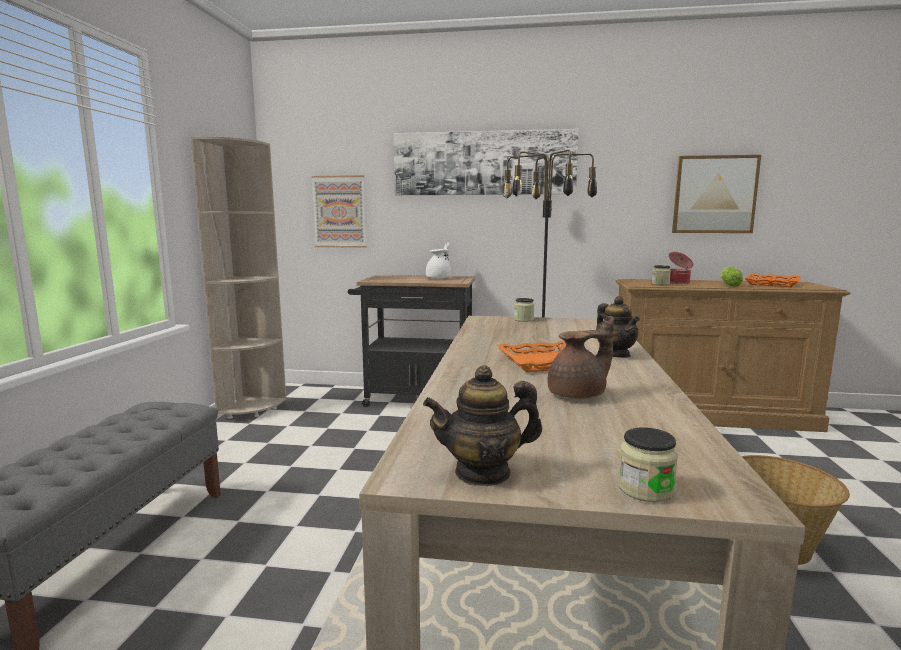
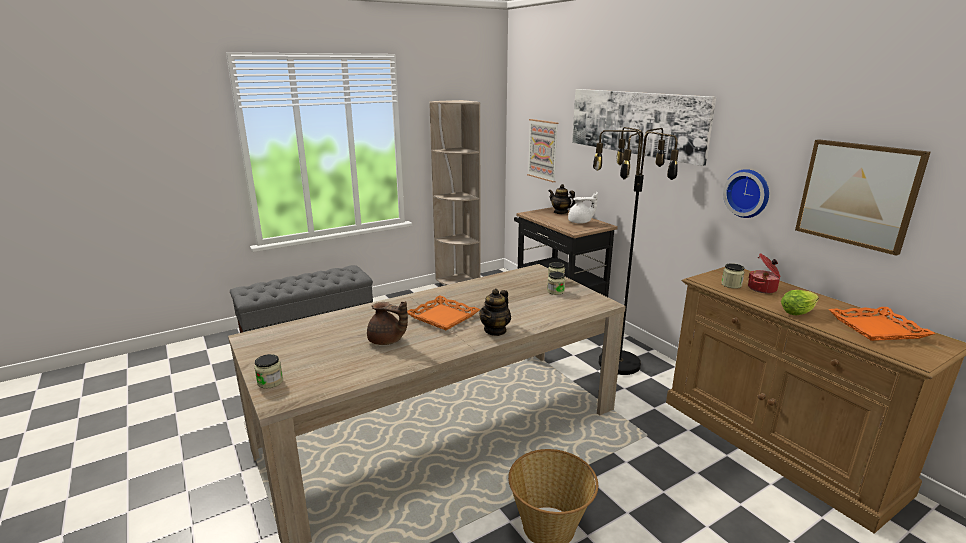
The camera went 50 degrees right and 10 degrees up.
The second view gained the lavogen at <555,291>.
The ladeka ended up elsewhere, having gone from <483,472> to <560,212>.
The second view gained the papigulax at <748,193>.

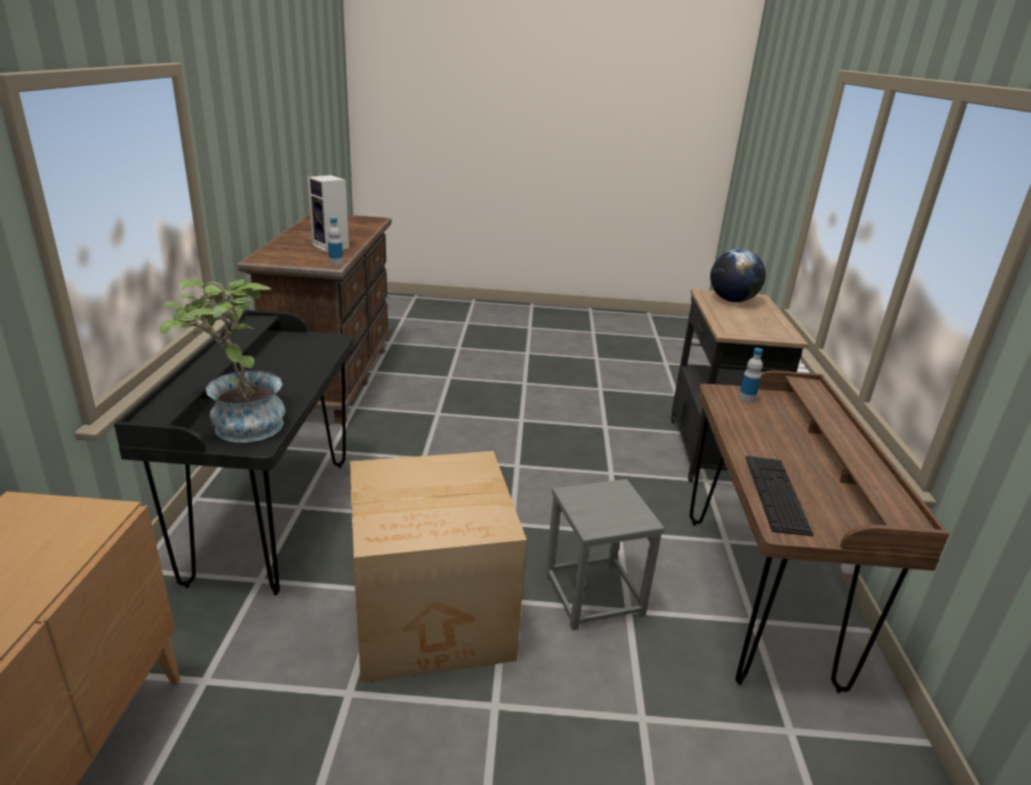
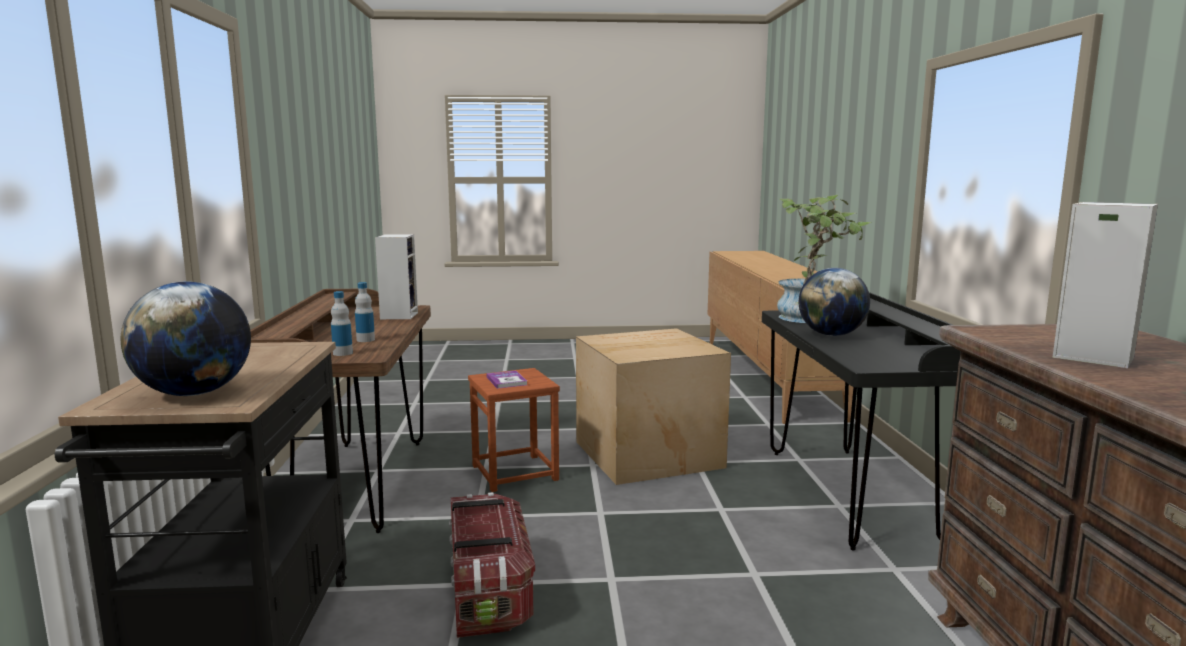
The camera went 175 degrees right and 15 degrees down.
The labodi ended up elsewhere, having gone from <336,263> to <365,340>.
Where the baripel stood at <776,493>, the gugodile came to stand at <398,315>.
The second view gained the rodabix at <488,591>.
What was the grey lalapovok at <593,595> turned into the brown lalapovok at <515,472>.
The second view gained the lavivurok at <506,381>.
The second view gained the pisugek at <831,335>.

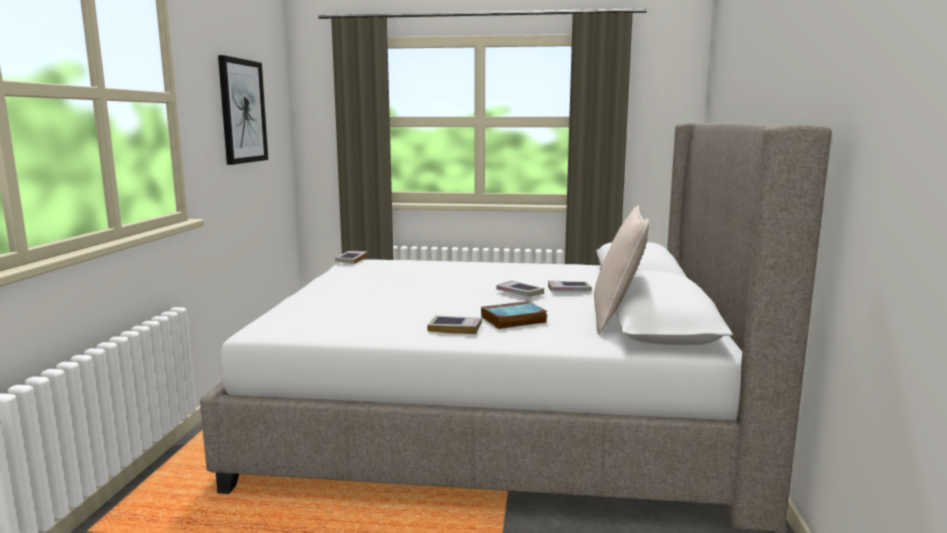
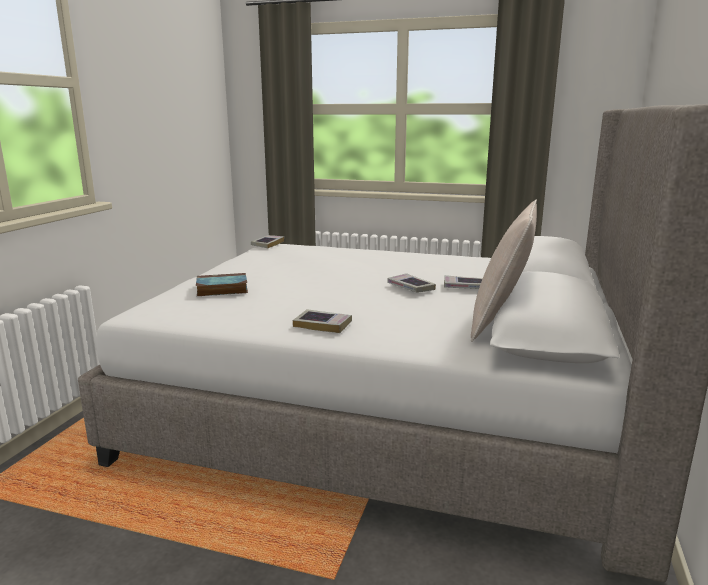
The camera went 10 degrees right and 5 degrees up.
The lavivurok ended up elsewhere, having gone from <512,320> to <221,289>.
The second view lost the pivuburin at <242,111>.

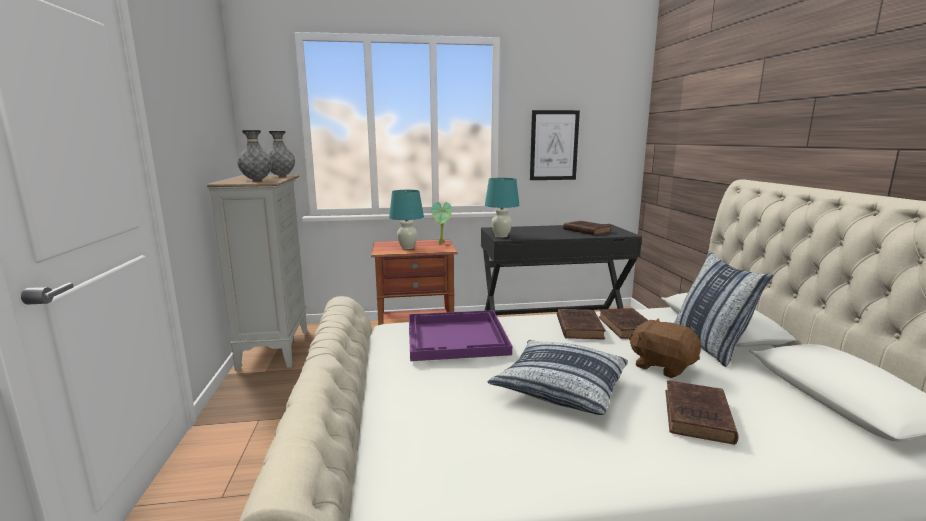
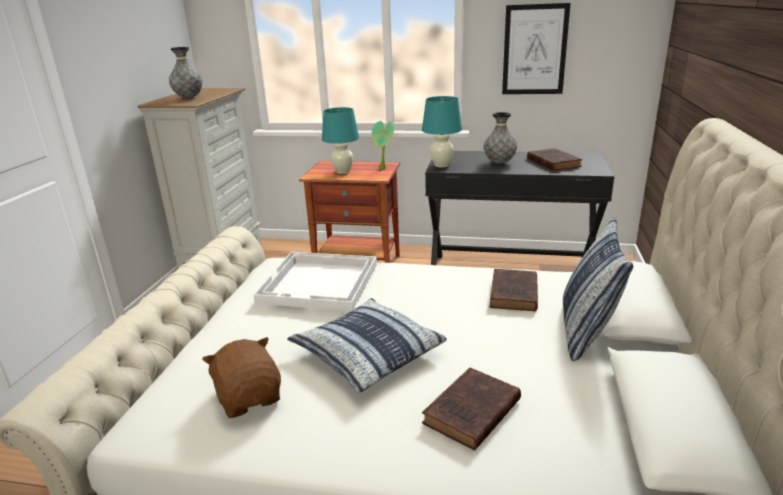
The camera went 20 degrees right and 10 degrees up.
The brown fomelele ended up elsewhere, having gone from <662,366> to <249,398>.
What was the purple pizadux at <457,337> turned into the white pizadux at <320,283>.
The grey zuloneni ended up elsewhere, having gone from <281,176> to <499,163>.
The second view lost the brown lavivurok at <579,327>.

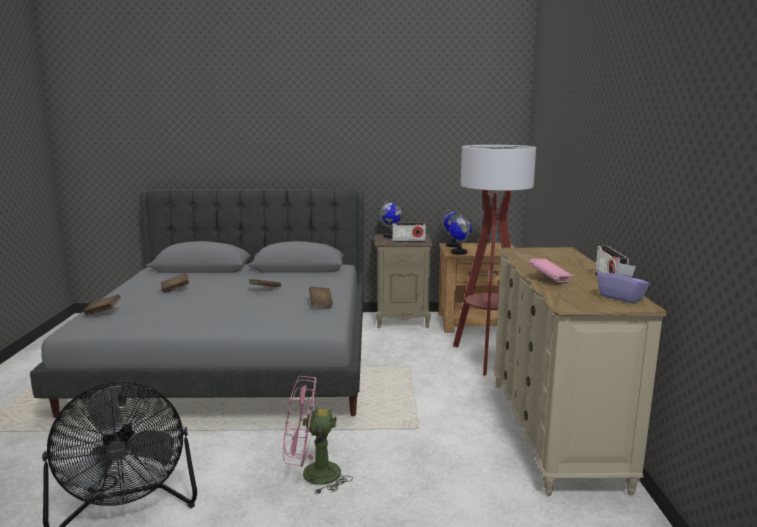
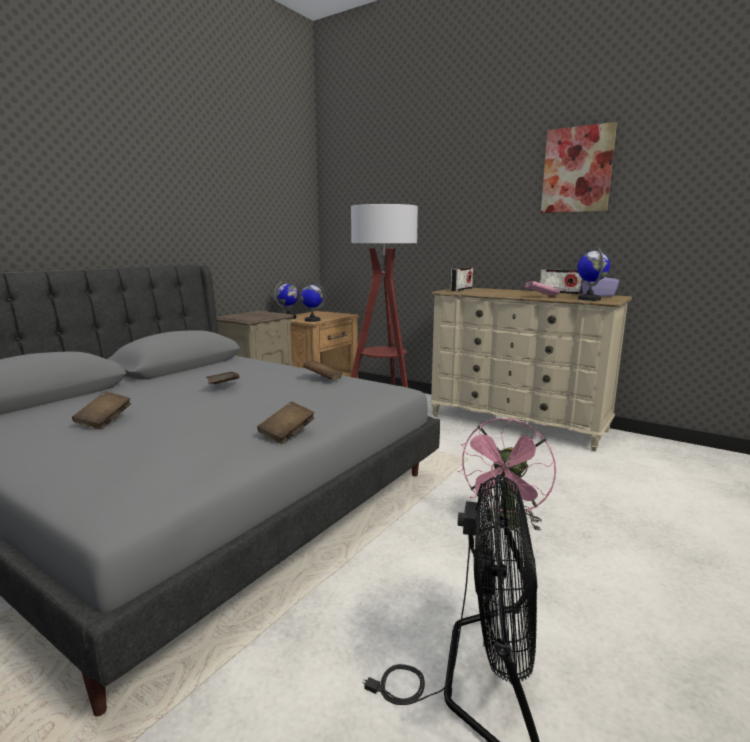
The camera went 55 degrees left and 0 degrees up.
The brown lavivurok ended up elsewhere, having gone from <103,313> to <287,434>.
The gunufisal ended up elsewhere, having gone from <408,242> to <461,289>.
The second view gained the pivuburin at <577,170>.
The pisugek ended up elsewhere, having gone from <391,236> to <589,299>.

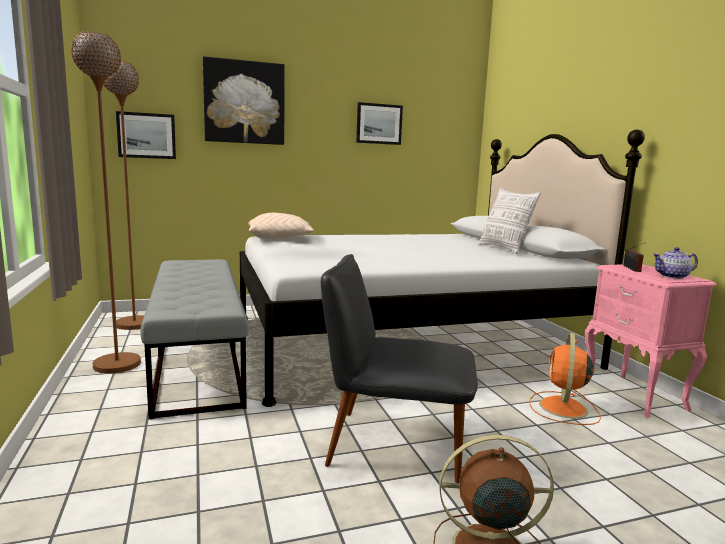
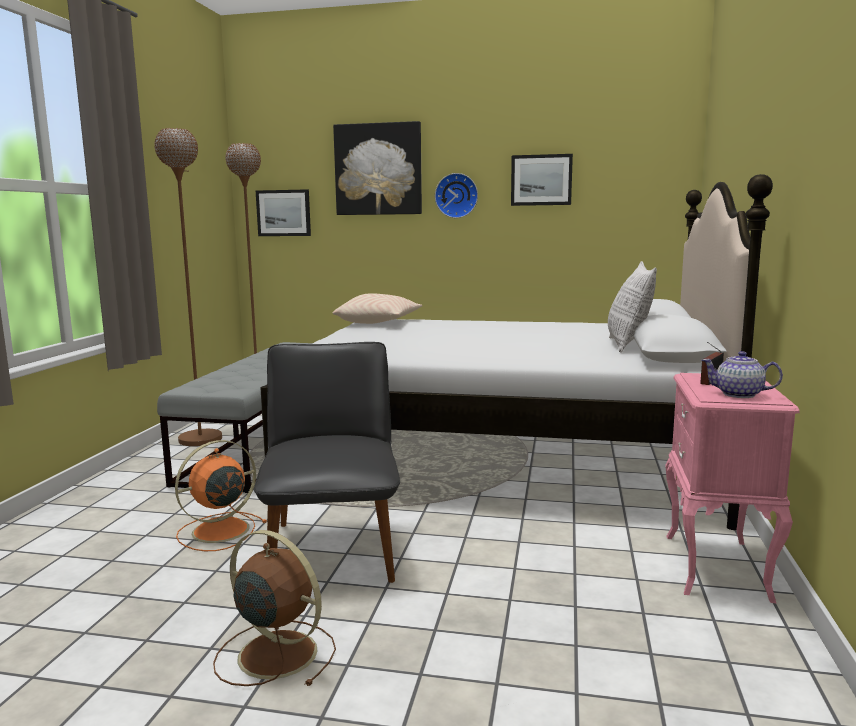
The camera went 30 degrees right and 0 degrees up.
The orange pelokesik ended up elsewhere, having gone from <563,408> to <218,531>.
The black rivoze at <396,444> ended up facing another way, 45 degrees clockwise from before.
The second view gained the papigulax at <456,195>.

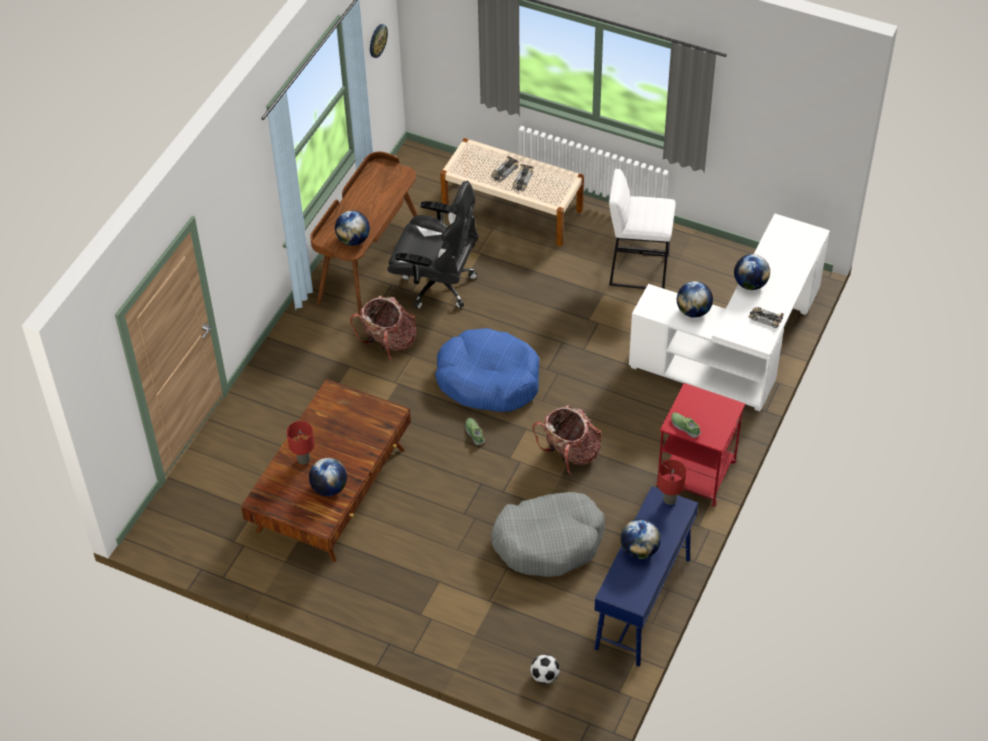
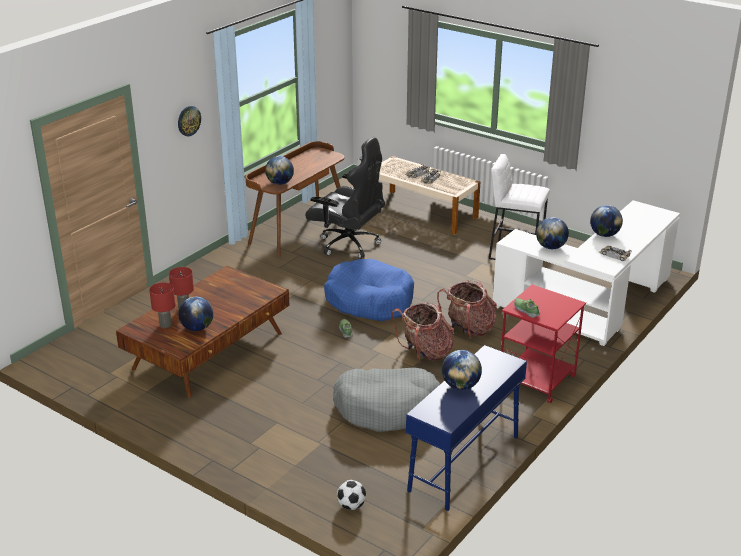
The camera went 10 degrees right and 20 degrees down.
The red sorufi ended up elsewhere, having gone from <670,500> to <166,326>.
The papigulax ended up elsewhere, having gone from <377,40> to <188,120>.
The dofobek ended up elsewhere, having gone from <389,343> to <469,330>.

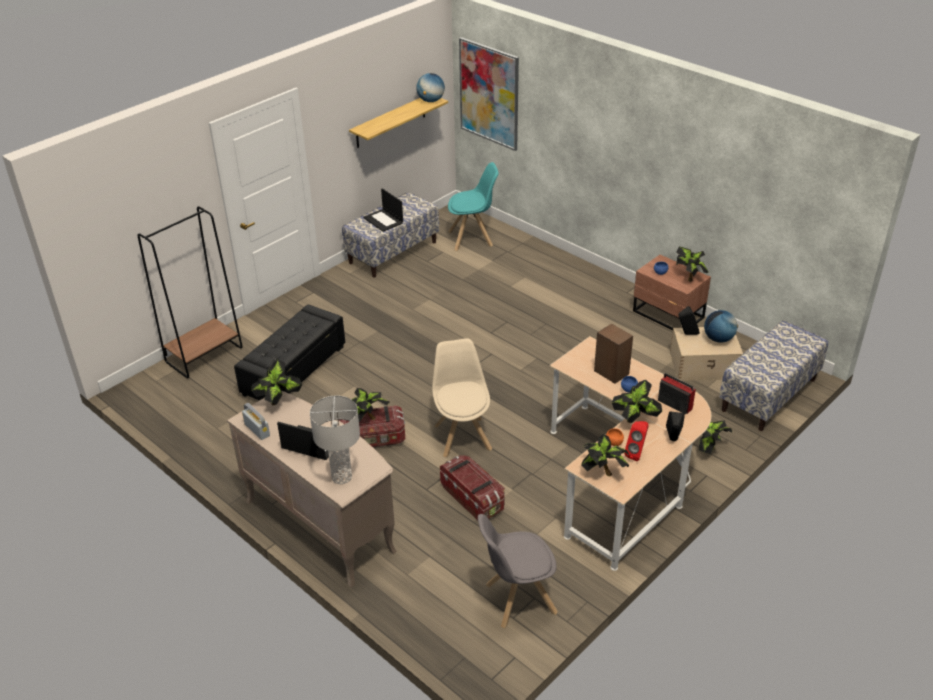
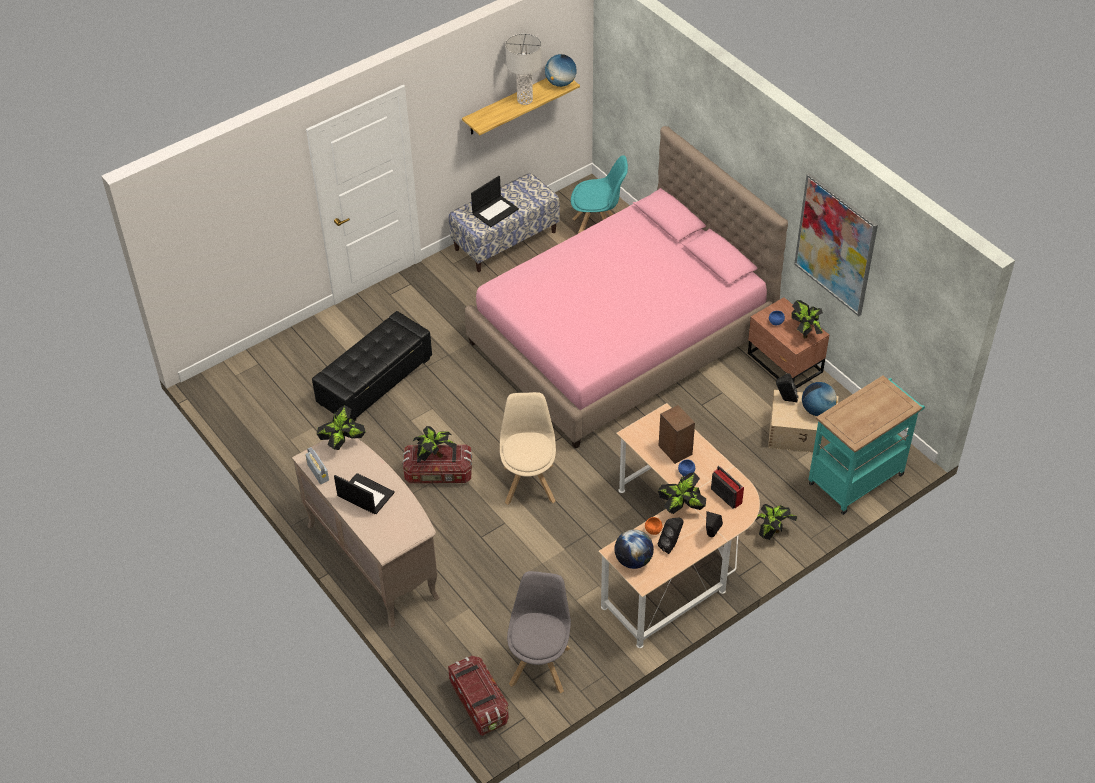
The camera went 10 degrees right and 10 degrees up.
The rodabix ended up elsewhere, having gone from <473,498> to <479,703>.
The second view gained the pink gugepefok at <622,337>.
The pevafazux at <384,220> ended up facing another way, 105 degrees counterclockwise from before.
The white sorufi ended up elsewhere, having gone from <341,477> to <524,100>.
The grey rivoze at <517,599> ended up facing another way, 105 degrees clockwise from before.
Where the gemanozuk stood at <603,472>, the pisugek came to stand at <633,560>.
What was the red gugodile at <636,453> turned into the black gugodile at <671,545>.
The pivuburin ended up elsewhere, having gone from <489,94> to <835,244>.
Where the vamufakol stood at <769,395>, the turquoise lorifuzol came to stand at <858,478>.
The second view lost the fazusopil at <204,356>.

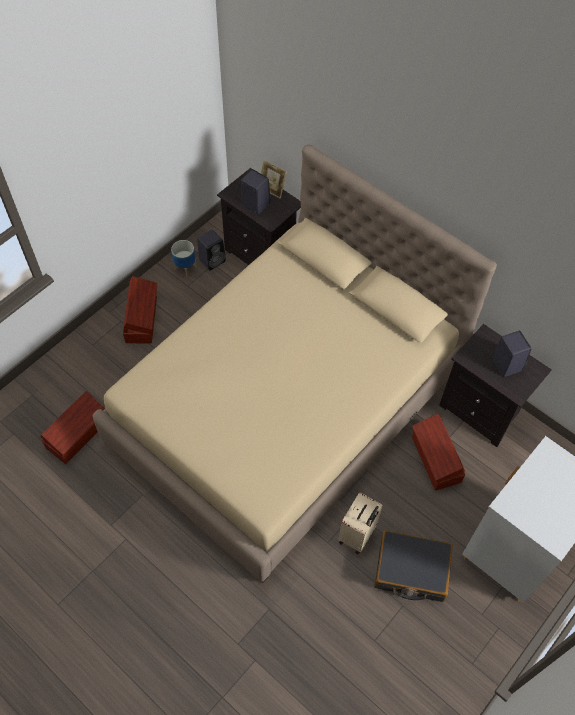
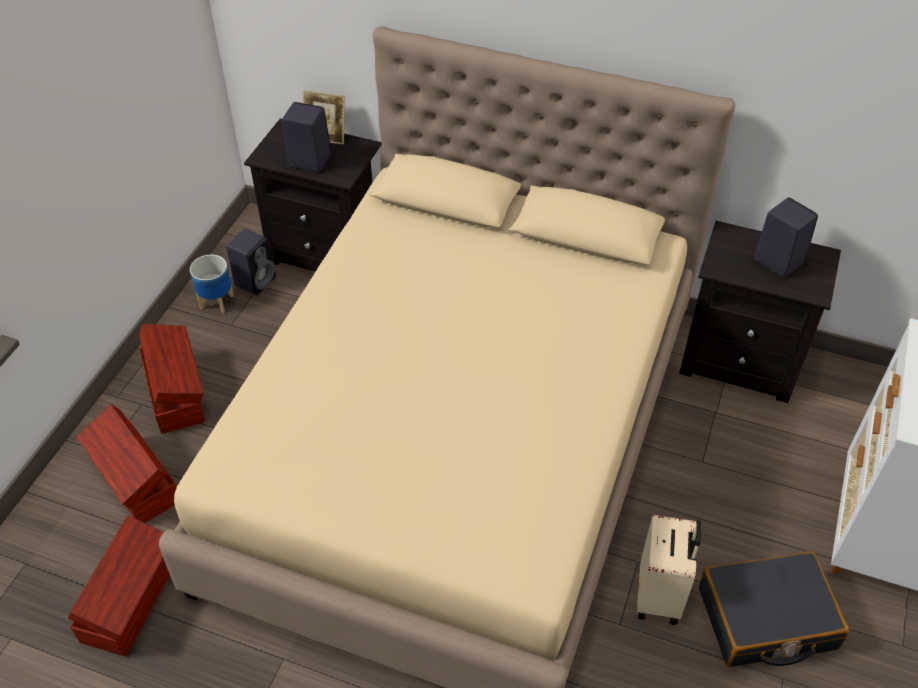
The camera went 20 degrees left and 10 degrees down.
The brown rodabix ended up elsewhere, having gone from <435,460> to <136,481>.

